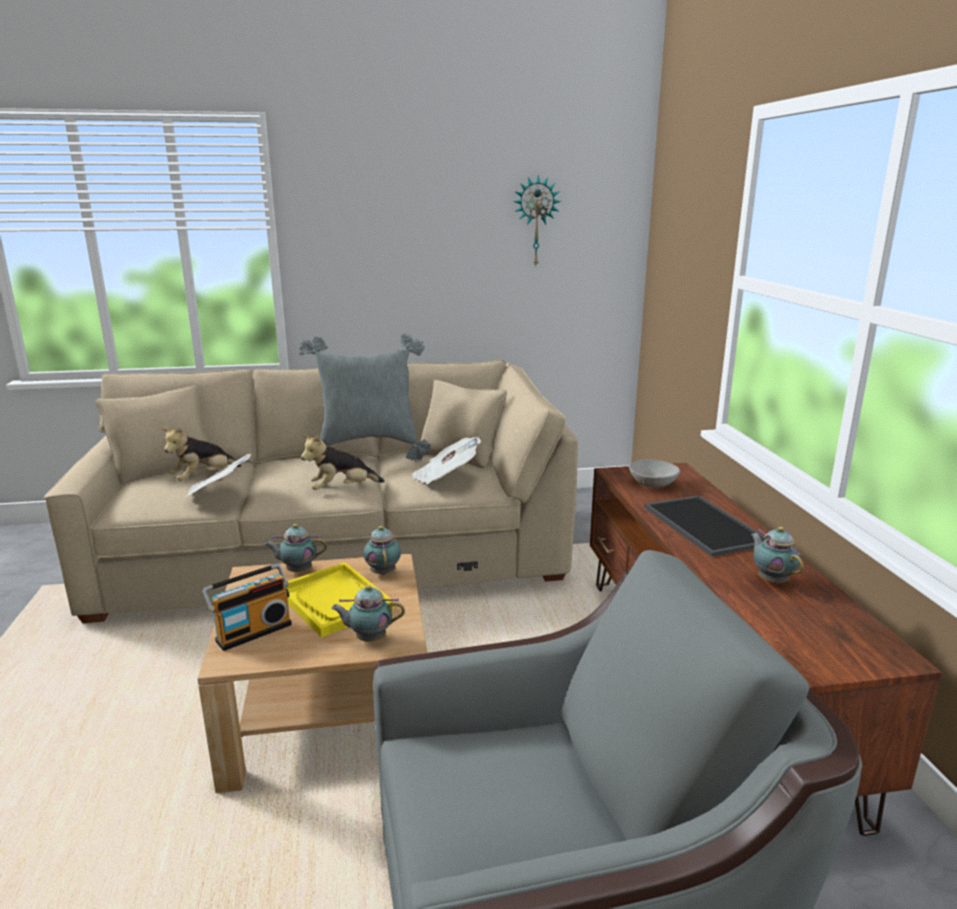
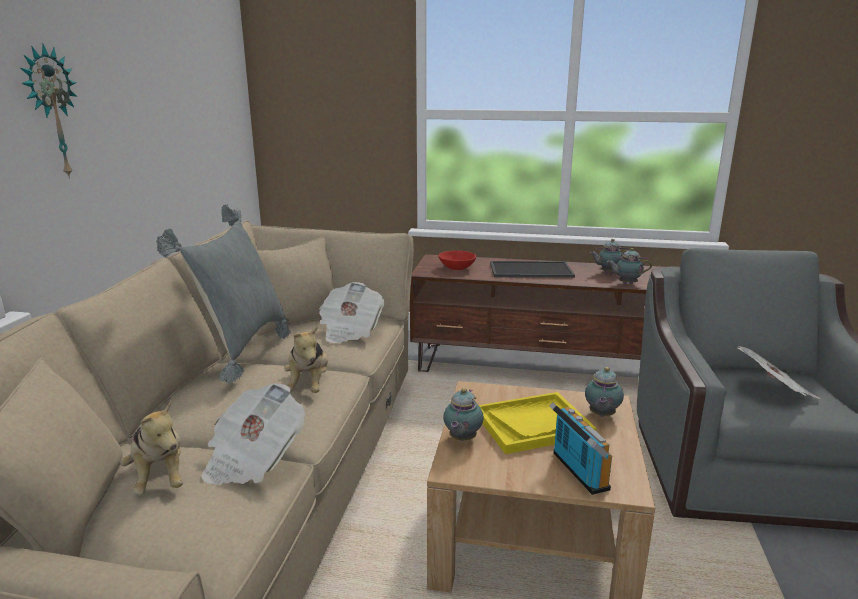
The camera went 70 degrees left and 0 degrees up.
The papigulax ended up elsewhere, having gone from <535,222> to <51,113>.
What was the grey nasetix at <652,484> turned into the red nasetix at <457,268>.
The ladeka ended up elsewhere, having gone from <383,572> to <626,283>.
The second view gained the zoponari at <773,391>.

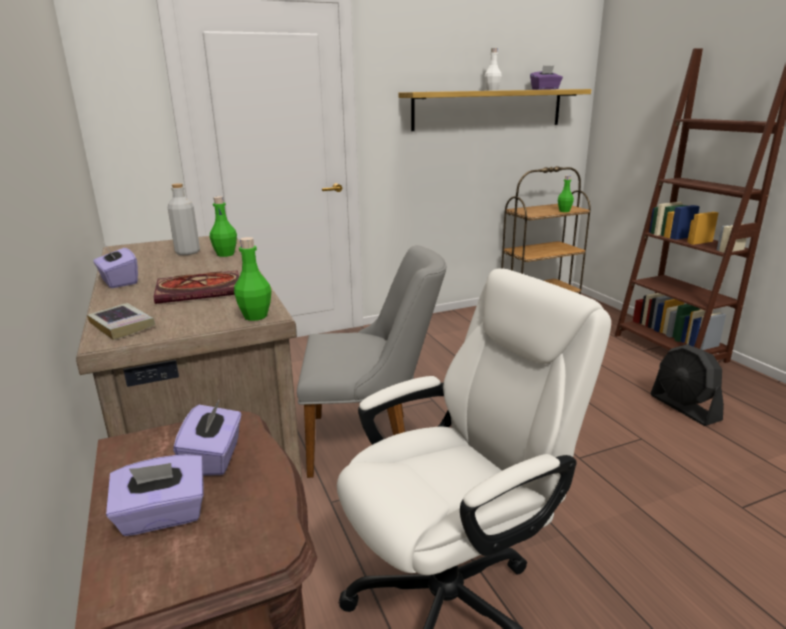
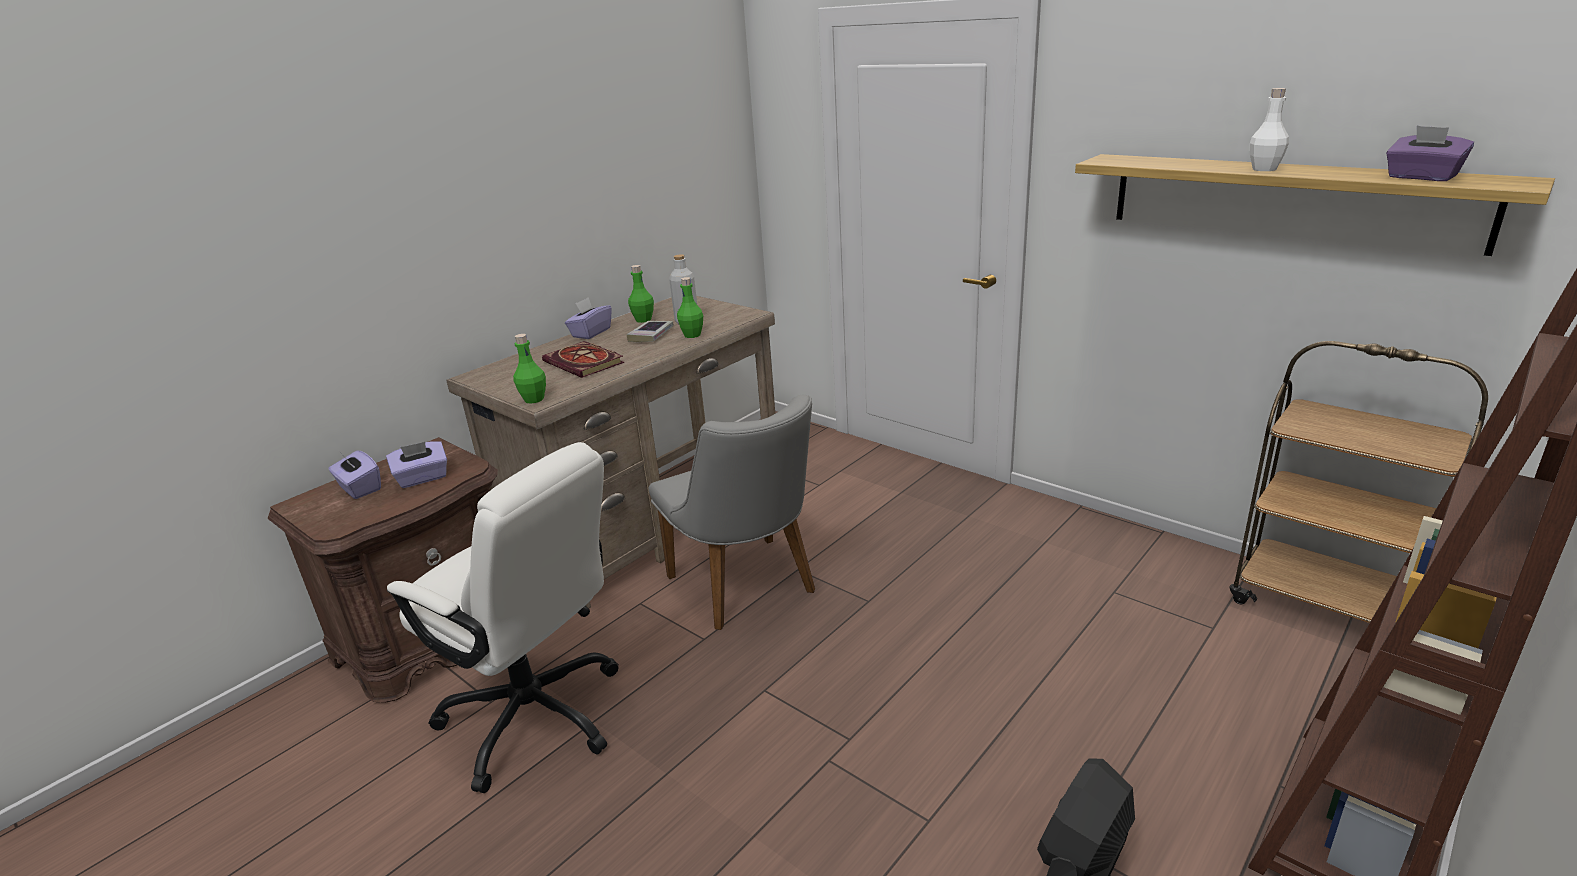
The camera went 65 degrees right and 5 degrees up.
The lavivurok ended up elsewhere, having gone from <122,326> to <651,335>.
The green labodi ended up elsewhere, having gone from <564,211> to <643,320>.

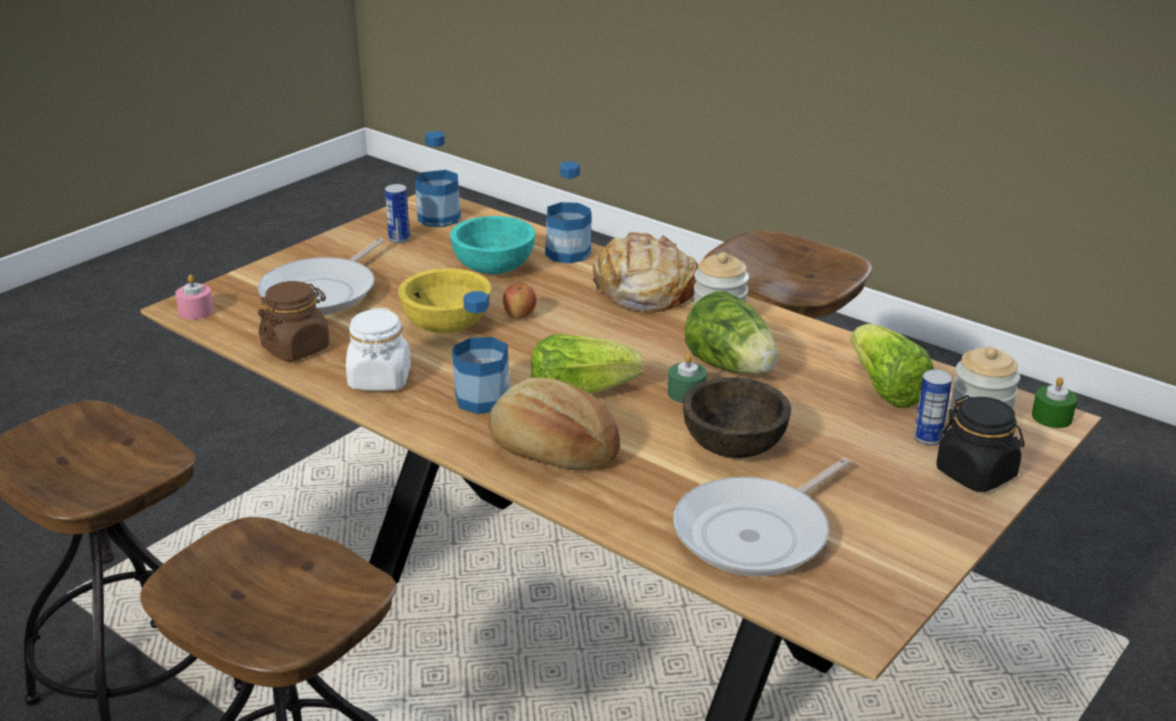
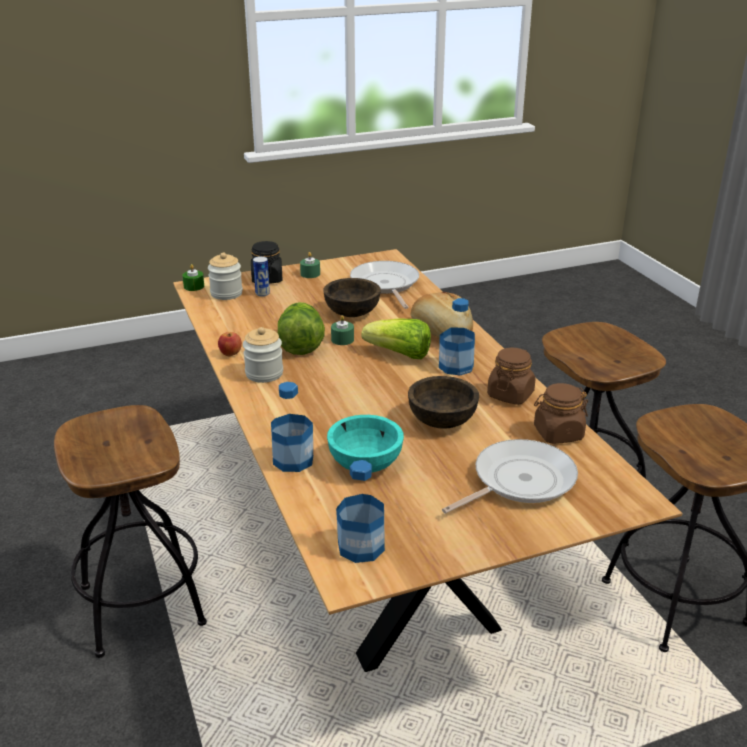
The camera went 150 degrees left and 0 degrees up.
The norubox ended up elsewhere, having gone from <519,315> to <230,354>.
The second view gained the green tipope at <310,274>.
The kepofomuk at <757,533> ended up facing another way, 90 degrees counterclockwise from before.
What was the yellow nasetix at <446,325> turned into the brown nasetix at <442,421>.
What was the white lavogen at <380,379> turned into the brown lavogen at <510,394>.
The second view lost the pink tipope at <196,311>.
The second view lost the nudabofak at <399,239>.
The second view lost the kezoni at <643,291>.
The second view lost the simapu at <885,389>.

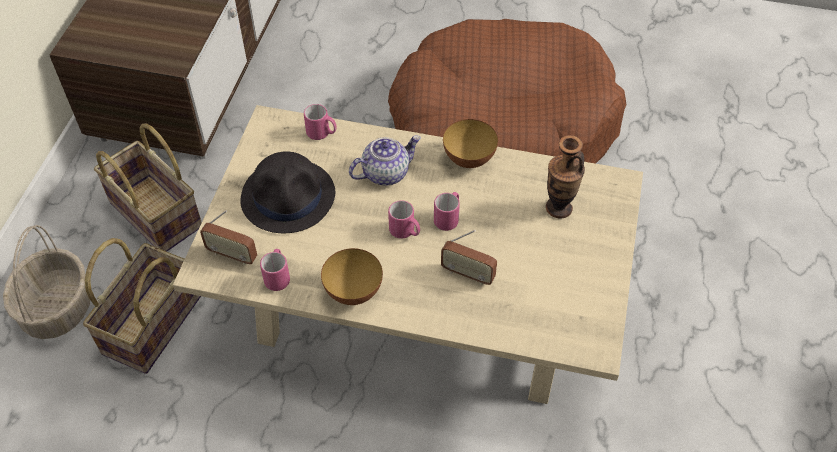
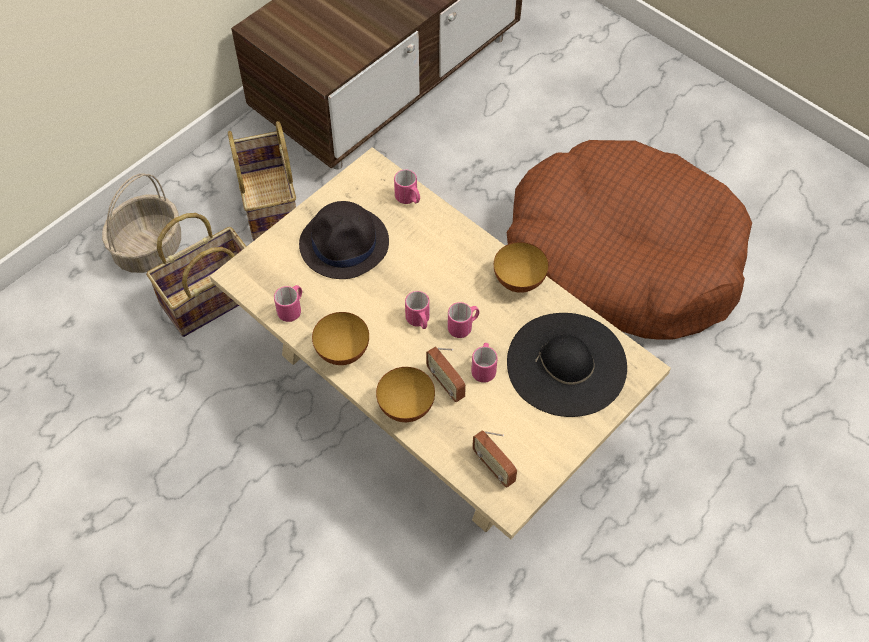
The camera went 30 degrees right and 5 degrees up.
The second view gained the nasetix at <406,407>.
The second view gained the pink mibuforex at <484,368>.
The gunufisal ended up elsewhere, having gone from <232,255> to <494,467>.
Where the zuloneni stood at <558,208>, the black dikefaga came to stand at <567,364>.
The second view lost the ladeka at <385,172>.

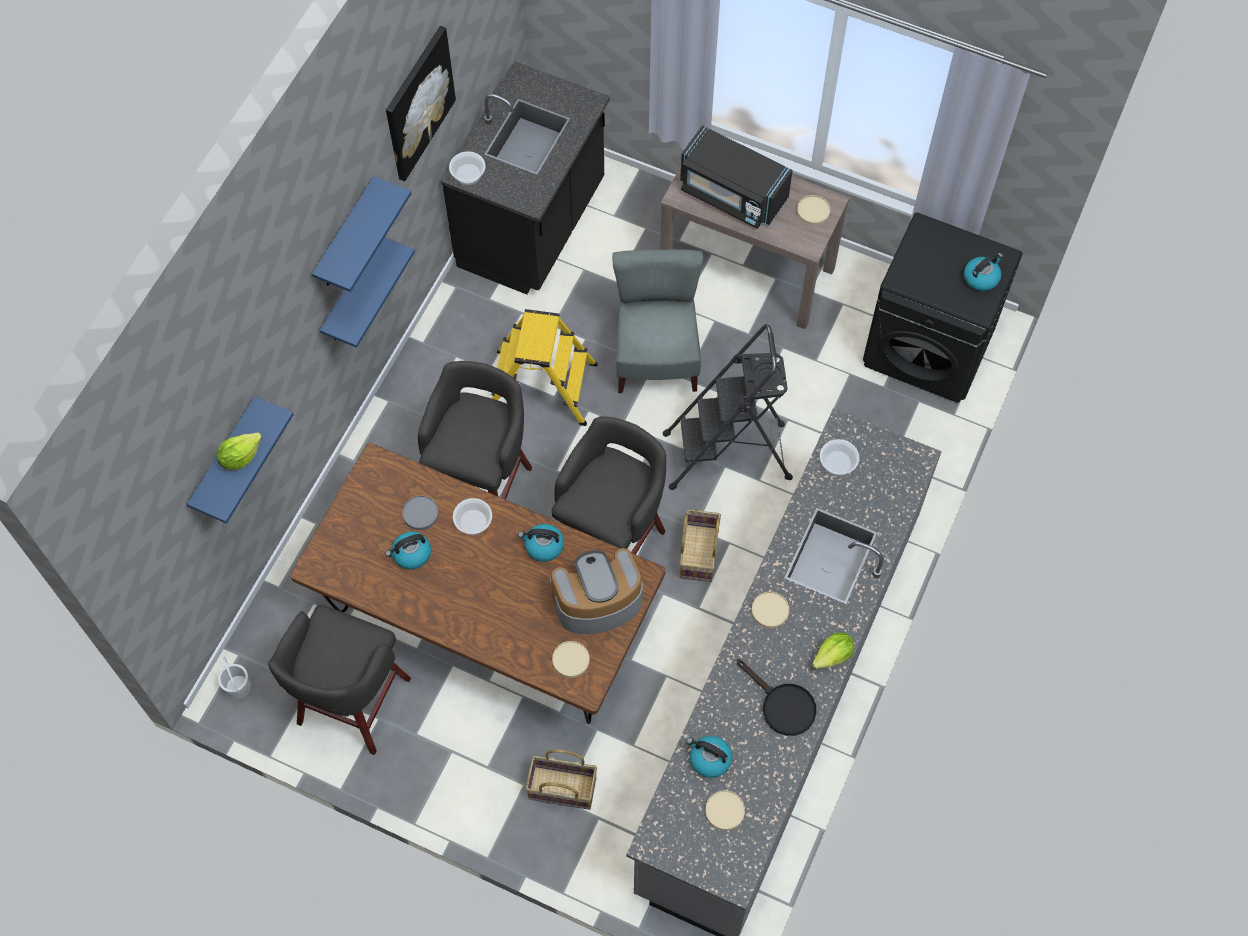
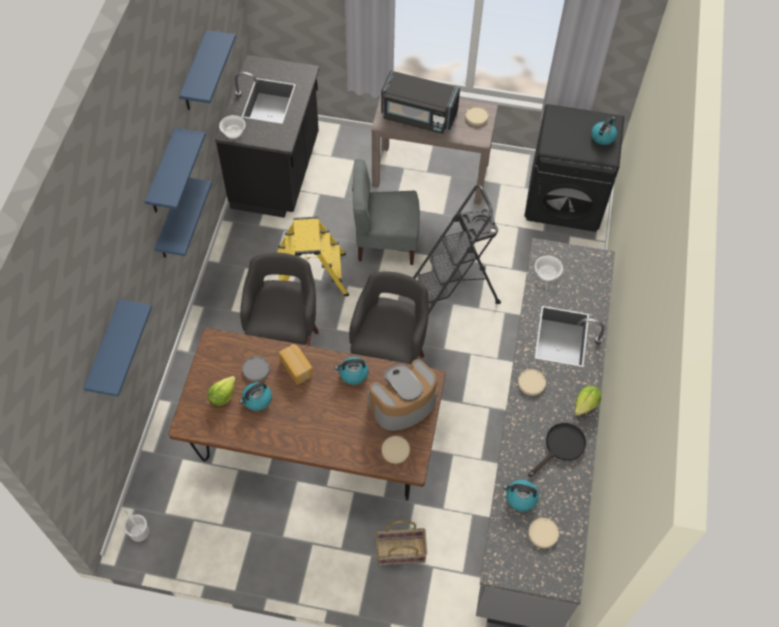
The camera went 15 degrees left and 5 degrees down.
Where the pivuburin hung at <418,103>, the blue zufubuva came to hang at <195,74>.
The simapu ended up elsewhere, having gone from <240,457> to <222,396>.
Where the nasetix stood at <474,522>, the kezoni came to stand at <297,367>.
The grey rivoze at <656,358> ended up facing another way, 75 degrees counterclockwise from before.
The black kepofomuk at <782,705> ended up facing another way, 75 degrees counterclockwise from before.
The second view lost the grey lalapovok at <352,704>.
The second view lost the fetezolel at <697,553>.

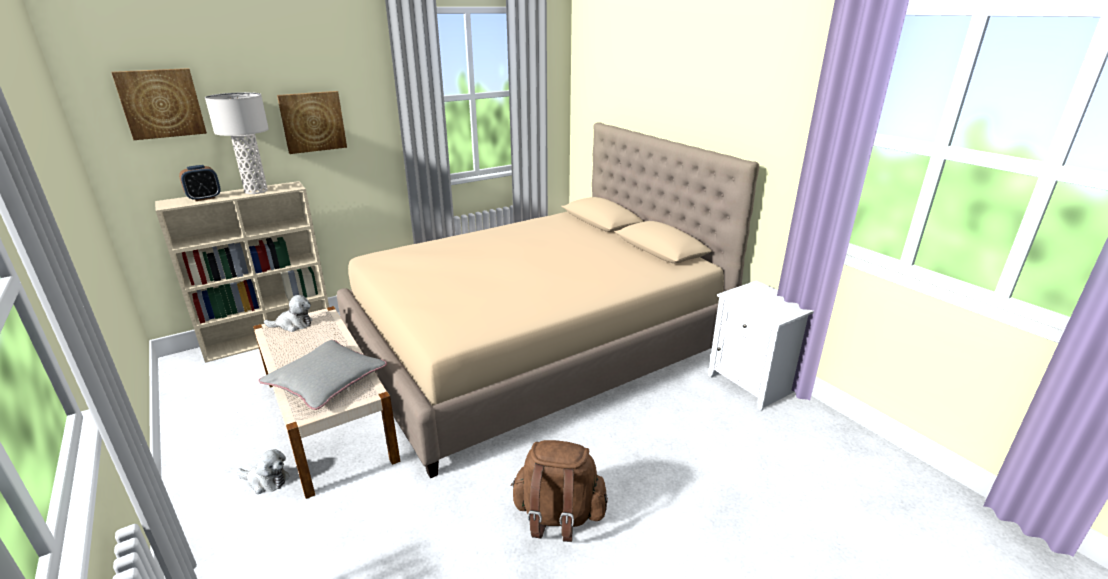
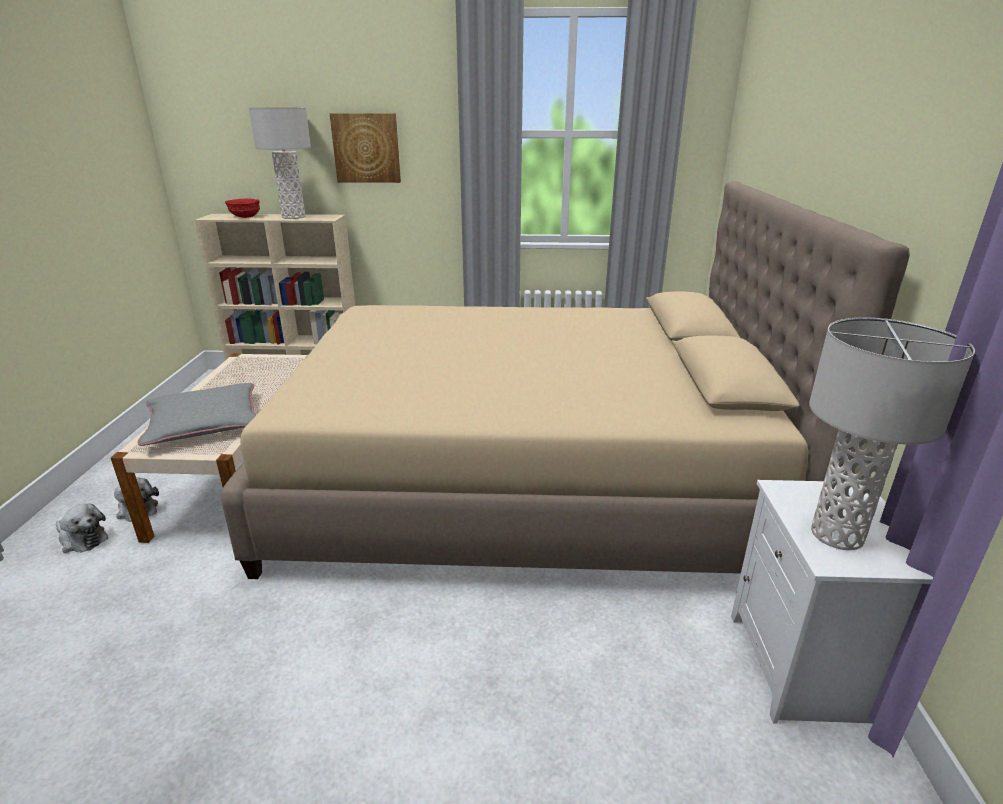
The camera went 35 degrees right and 0 degrees up.
The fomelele ended up elsewhere, having gone from <293,324> to <82,539>.
Where the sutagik stood at <204,198>, the red nasetix came to stand at <245,216>.
The second view gained the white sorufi at <837,534>.
The second view lost the pivuburin at <161,103>.
The second view lost the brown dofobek at <558,516>.

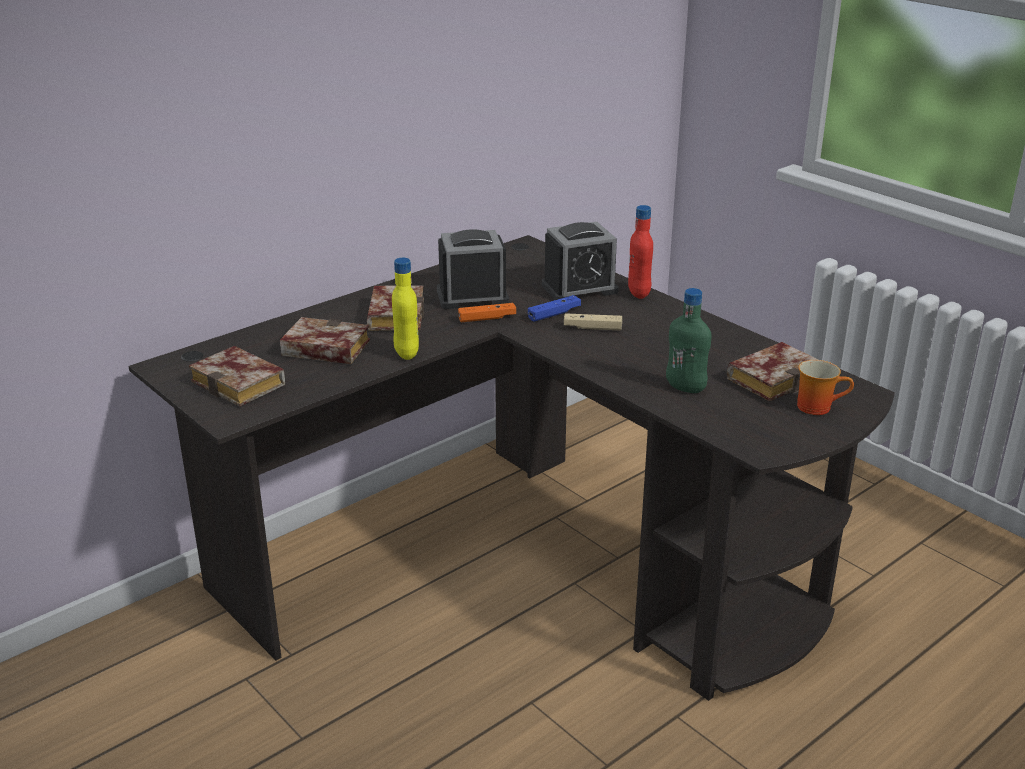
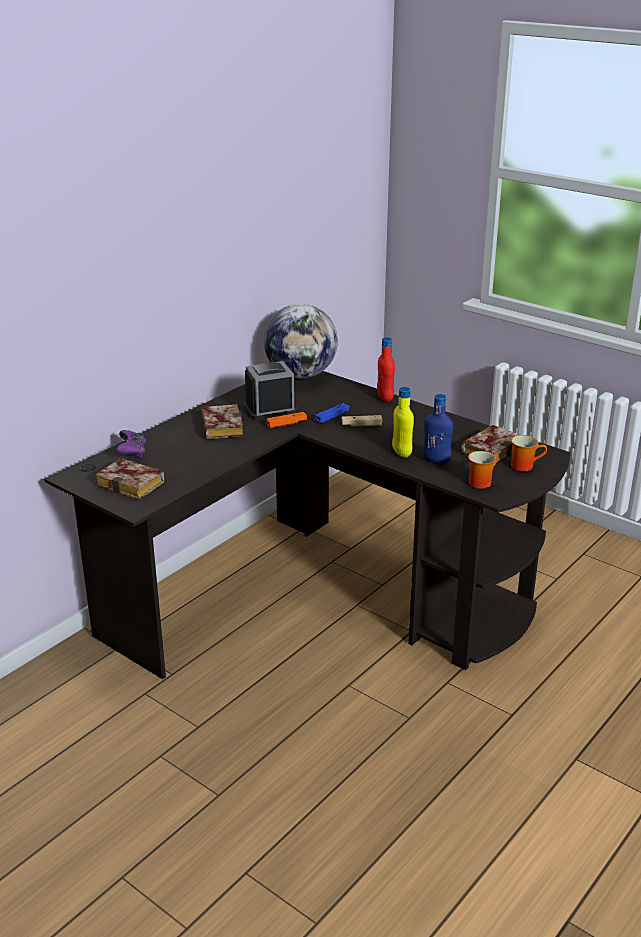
The camera went 10 degrees left and 0 degrees up.
The second view gained the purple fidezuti at <132,452>.
The second view gained the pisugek at <301,375>.
The yellow labodi ended up elsewhere, having gone from <406,353> to <401,453>.
What was the green labodi at <685,387> turned into the blue labodi at <436,460>.
The second view gained the mibuforex at <480,481>.
The second view lost the lavivurok at <322,349>.
The second view lost the sutagik at <579,288>.

